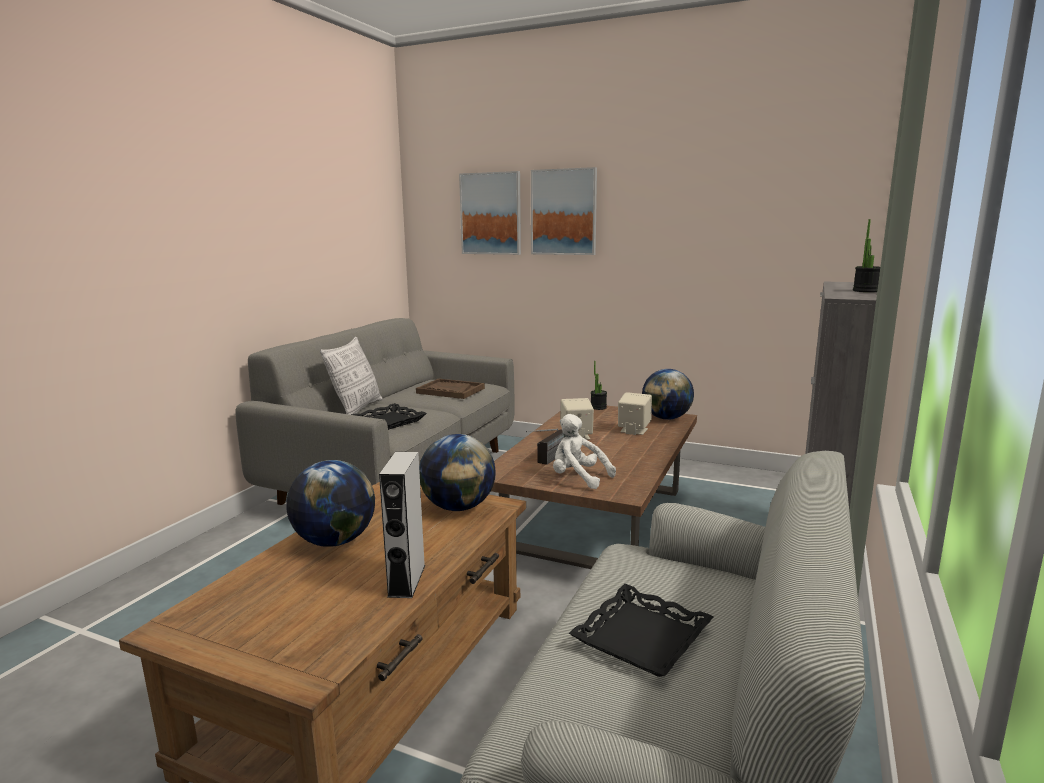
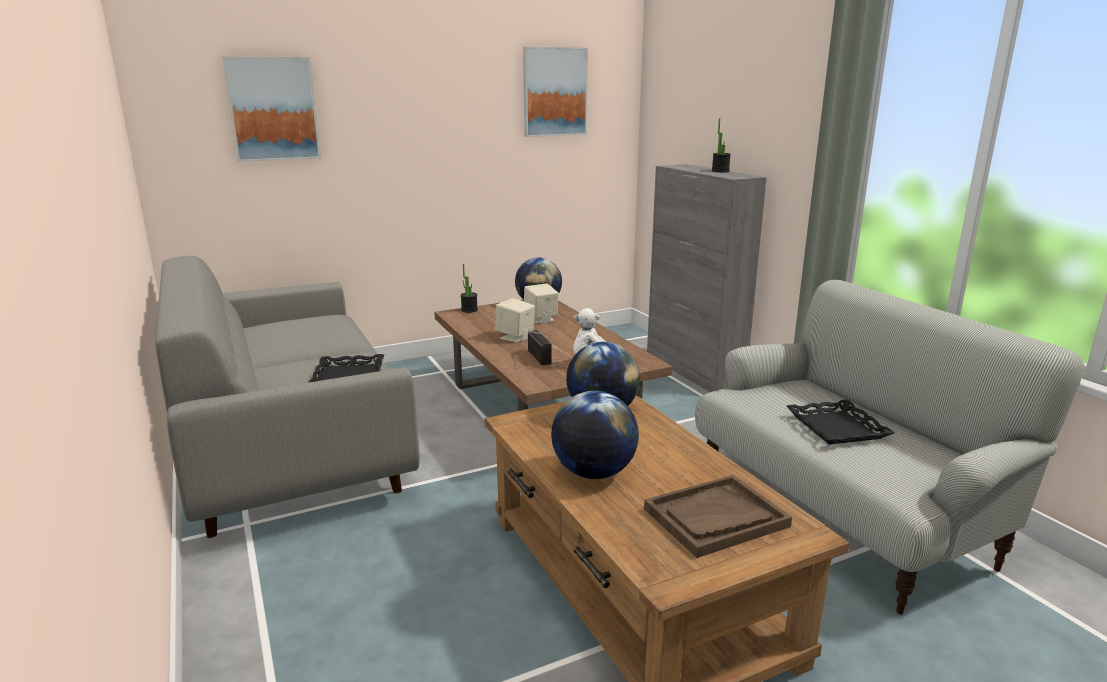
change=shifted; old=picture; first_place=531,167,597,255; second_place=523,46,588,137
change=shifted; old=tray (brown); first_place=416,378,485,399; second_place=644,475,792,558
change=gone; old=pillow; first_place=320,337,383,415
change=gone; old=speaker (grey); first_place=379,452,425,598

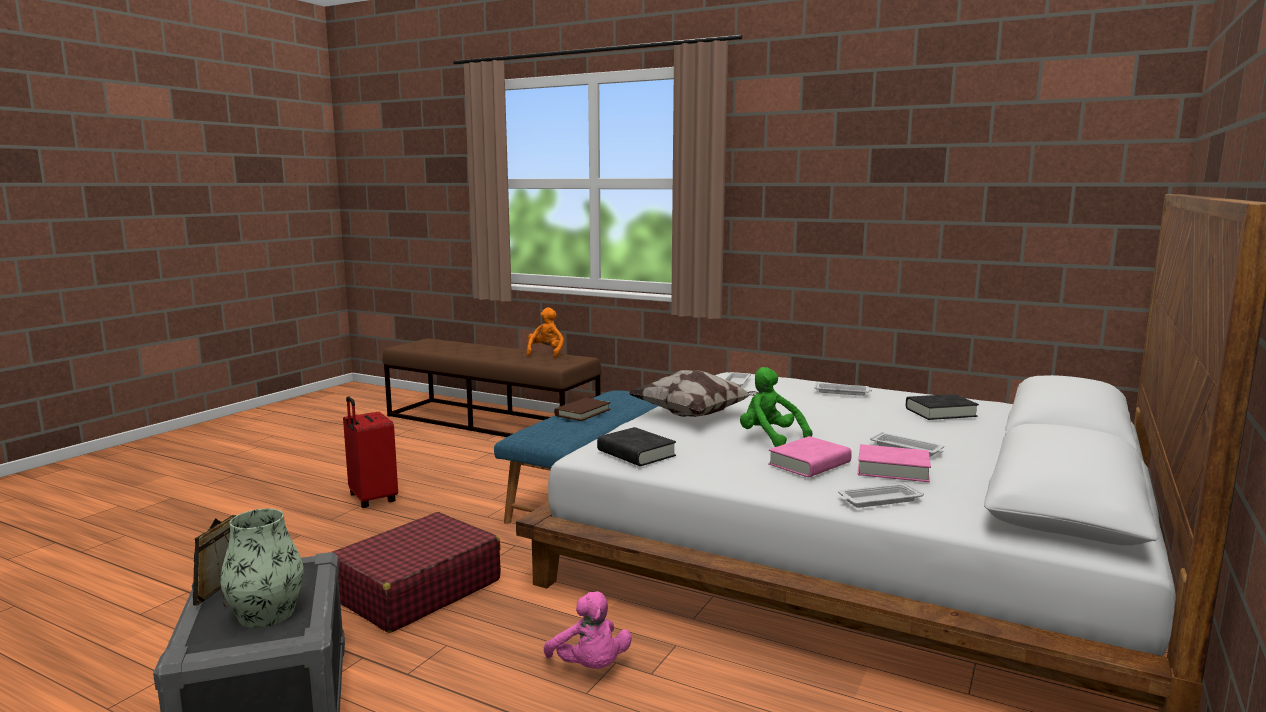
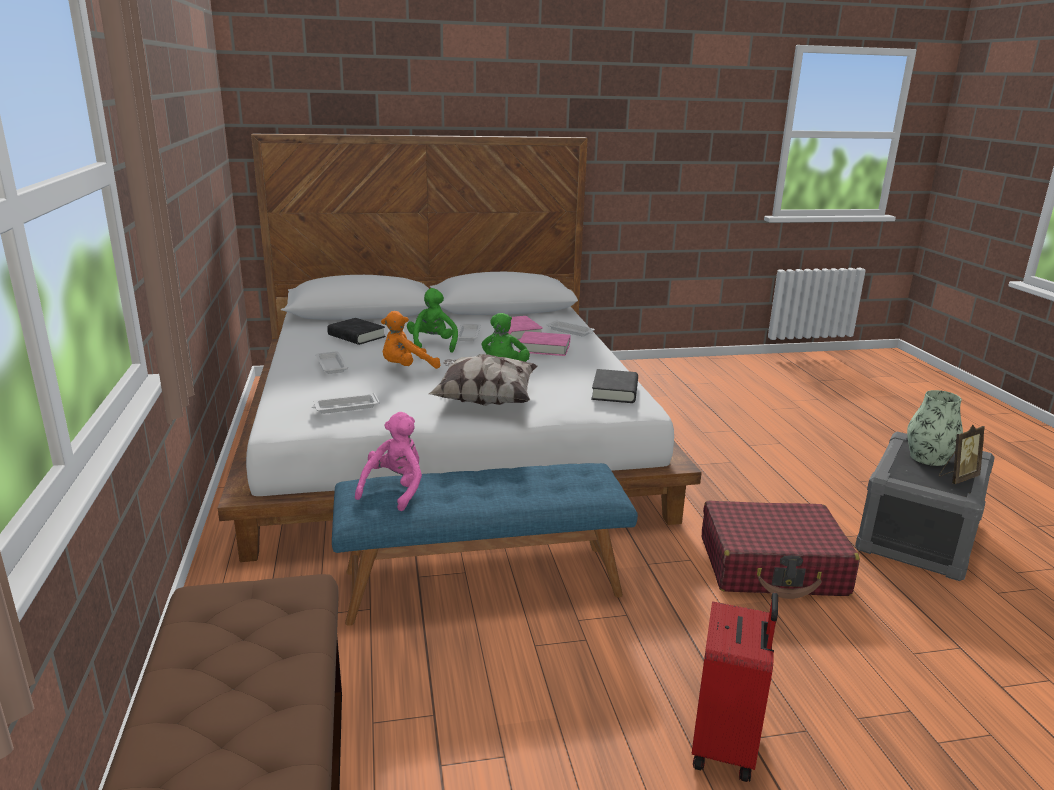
change=shifted; old=plush toy (pink); first_place=544,591,632,669; second_place=355,412,422,511
change=shifted; old=plush toy (orange); first_place=526,307,564,358; second_place=381,311,440,369
change=new; new=plush toy (green); second_place=407,288,458,353
change=gone; old=book (brown); first_place=554,398,611,421

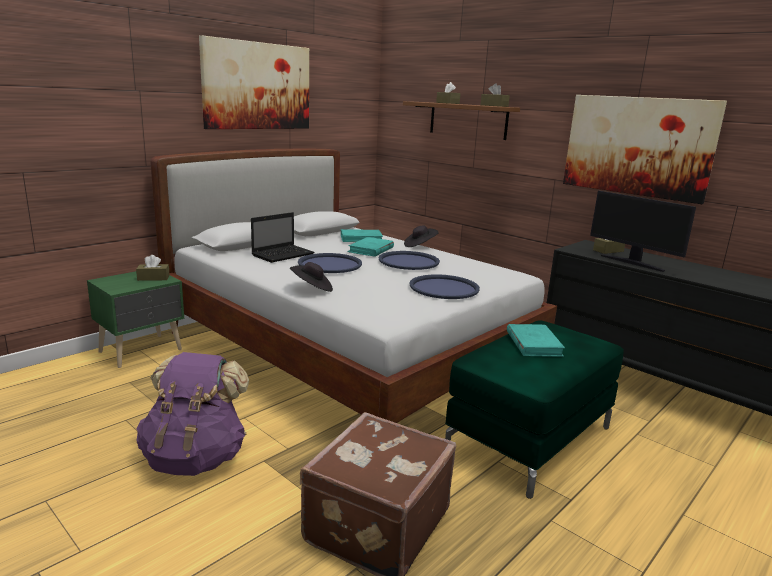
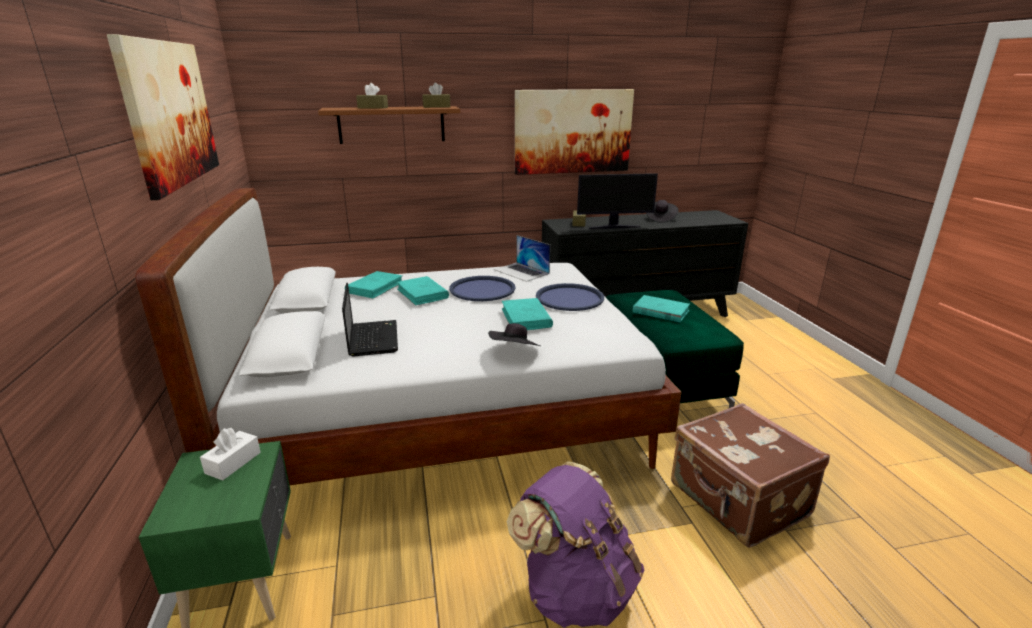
change=repainted; old=tissue box (brown); new=tissue box (white); first_place=136,255,170,281; second_place=200,428,261,480
change=new; new=laptop; second_place=494,235,550,282
change=new; new=book (turquoise); second_place=502,298,553,330
change=shifted; old=hat (black); first_place=404,226,439,247; second_place=646,200,678,223
change=gone; old=tray (blue); first_place=298,253,362,273

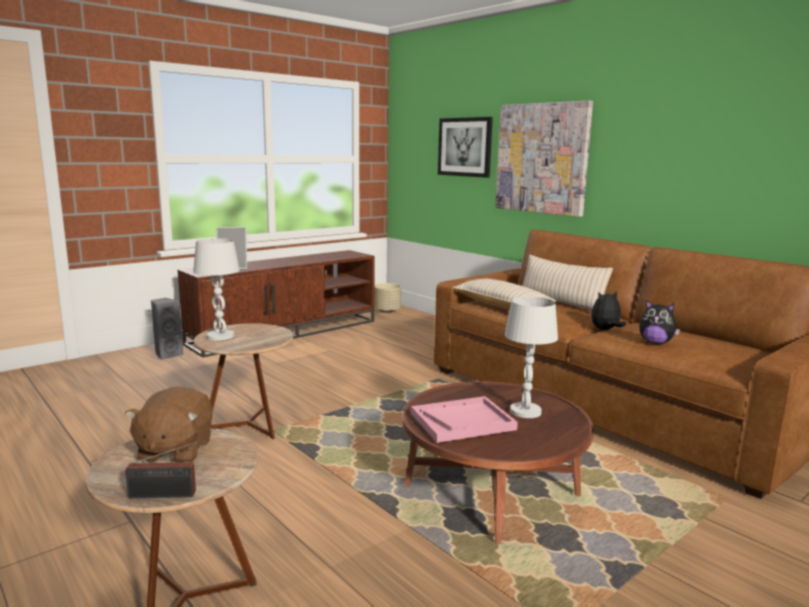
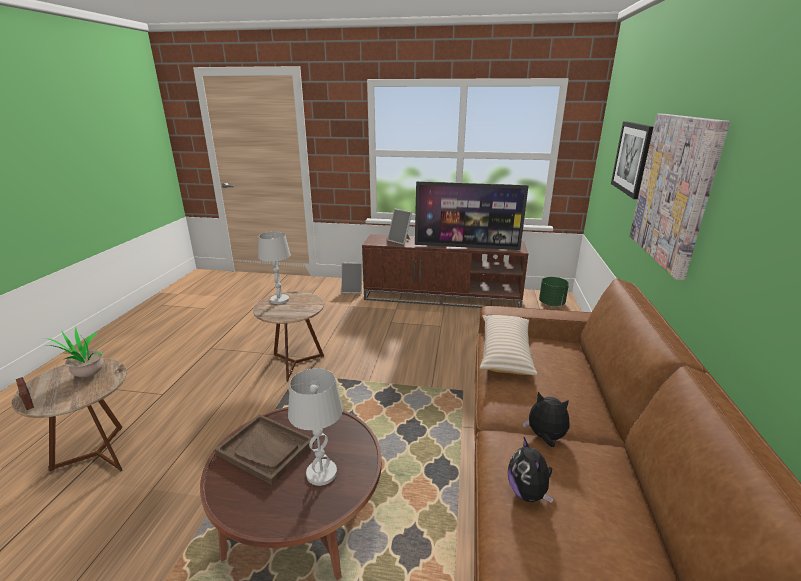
change=swapped; old=plush toy (brown); new=potted plant; first_place=125,386,213,463; second_place=43,327,104,377
change=repainted; old=tray (pink); new=tray (brown); first_place=411,396,518,443; second_place=215,414,314,485
change=swapped; old=speaker (grey); new=picture frame; first_place=151,298,183,360; second_place=341,263,362,294
change=new; new=television; second_place=415,181,529,250
change=repainted; old=planter (beige); new=planter (green); first_place=374,283,401,313; second_place=539,277,569,306
change=gone; old=pillow (beige); first_place=522,255,613,311

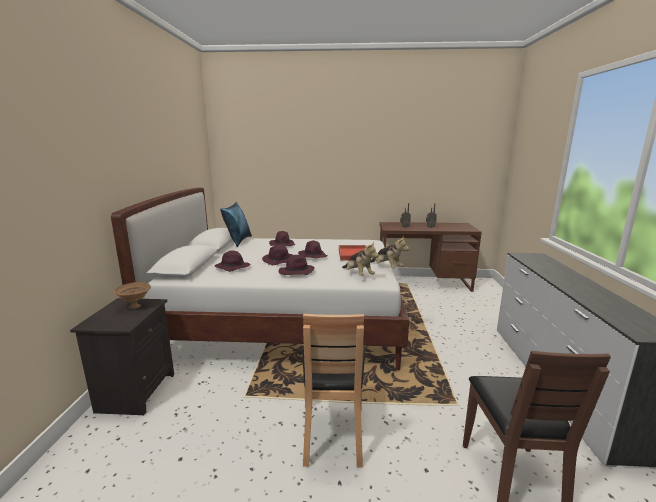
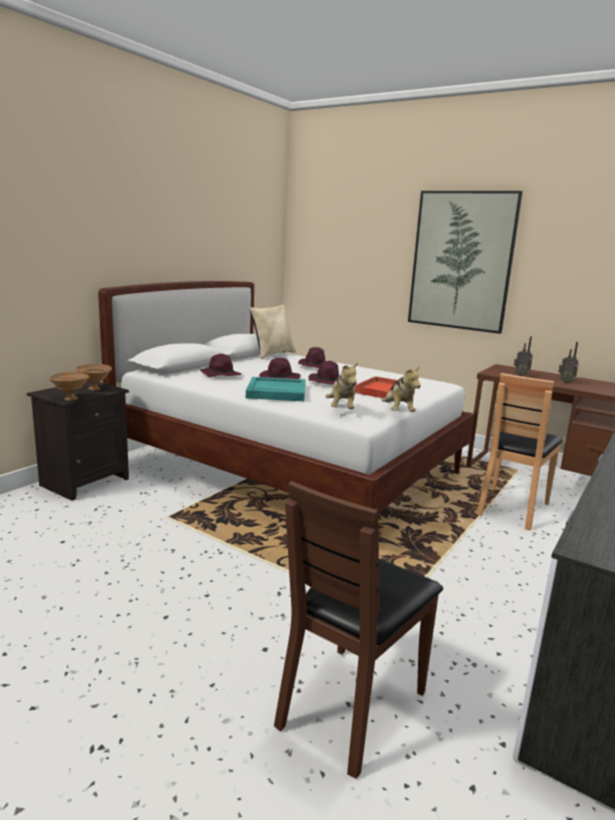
change=new; new=bowl (brown); second_place=48,372,90,401
change=swapped; old=hat (purple); new=tray (turquoise); first_place=278,255,315,275; second_place=246,377,306,401
change=repainted; old=pillow (blue); new=pillow (beige); first_place=220,202,252,247; second_place=249,304,296,359
change=new; new=picture; second_place=408,191,523,334
change=shifted; old=chair (brown); first_place=302,314,365,468; second_place=476,373,563,530

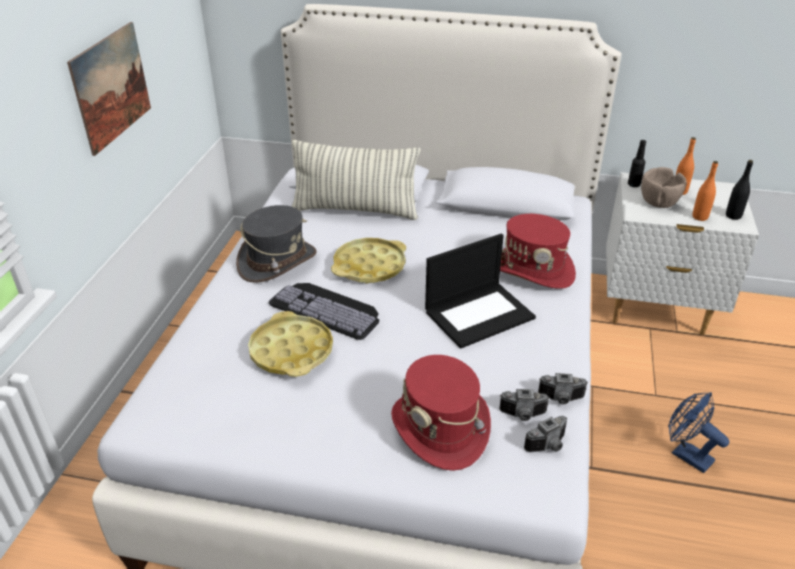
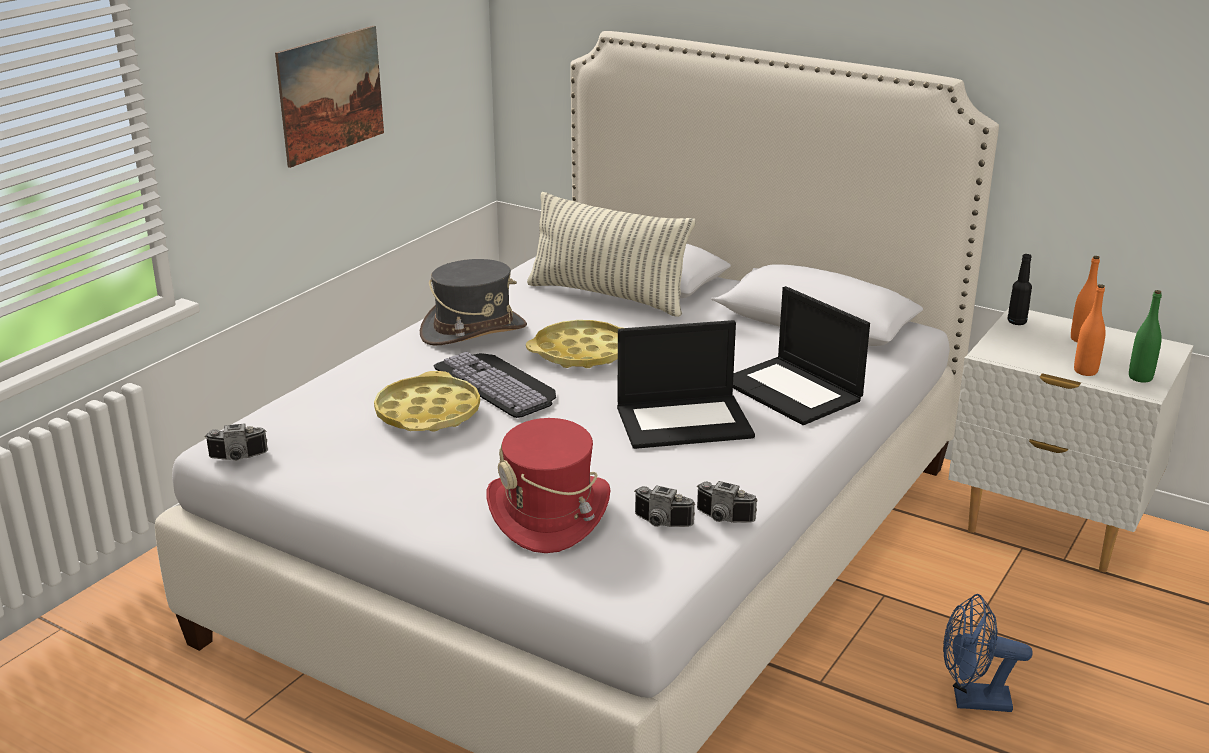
change=shifted; old=photo camera; first_place=524,416,567,452; second_place=204,424,268,461
change=swapped; old=hat (red); new=laptop; first_place=500,214,576,289; second_place=733,286,870,425
change=rotated; old=fan (blue); first_place=668,392,729,473; second_place=943,594,1033,712; degrees=-60
change=repainted; old=bottle (black); new=bottle (green); first_place=726,160,753,220; second_place=1129,290,1162,383
change=gone; old=bowl (brown); first_place=641,167,687,208

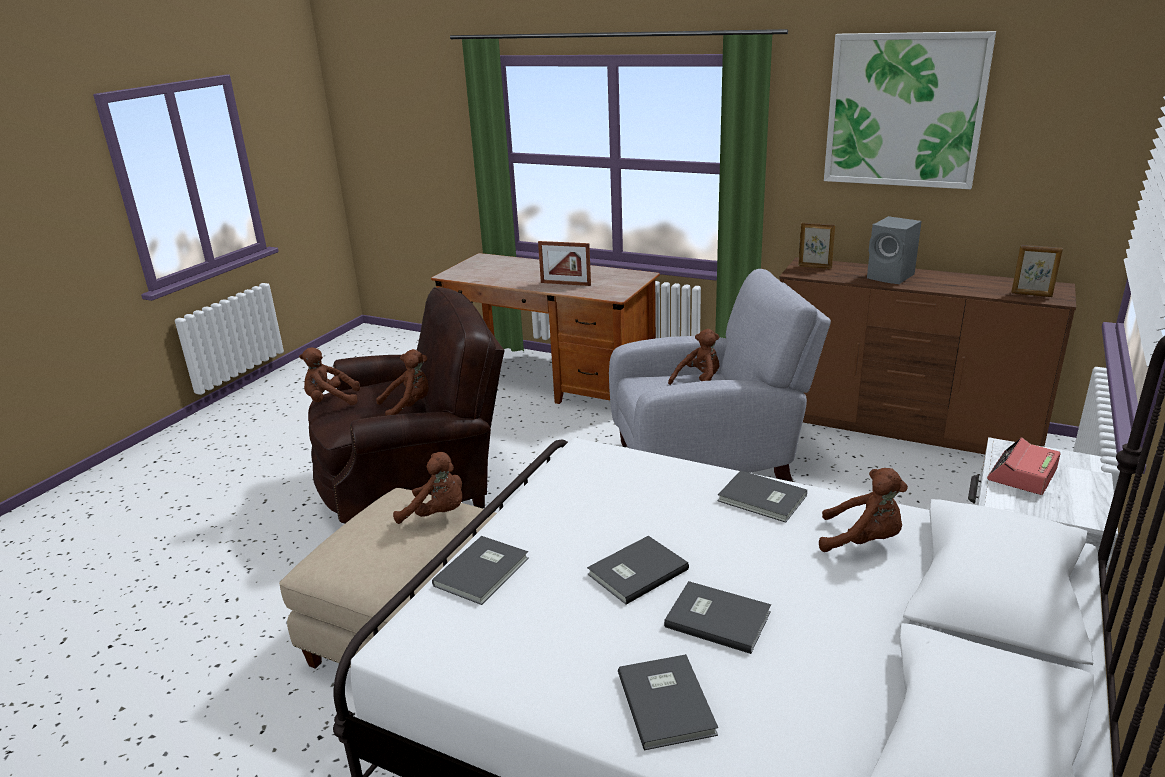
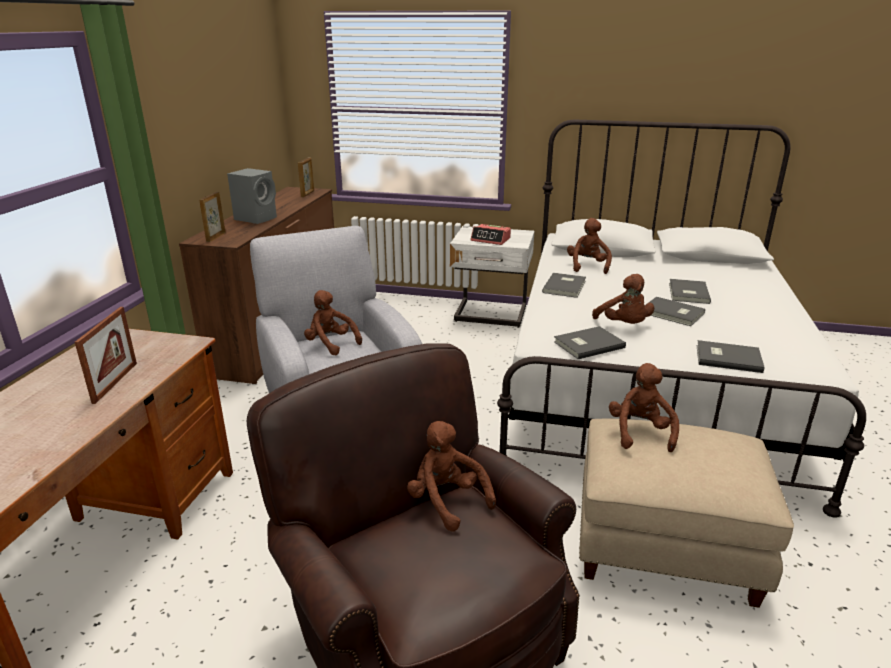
change=shifted; old=book (grey); first_place=618,654,718,750; second_place=554,326,626,359
change=shifted; old=plush toy (brown); first_place=299,347,360,405; second_place=592,274,654,324
change=gone; old=picture; first_place=824,31,996,189

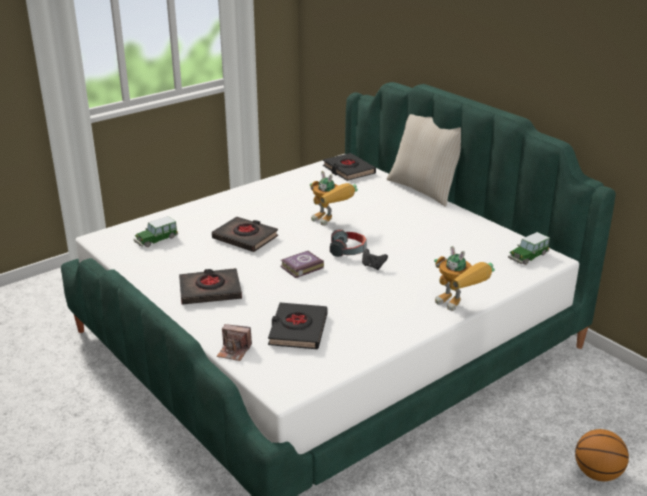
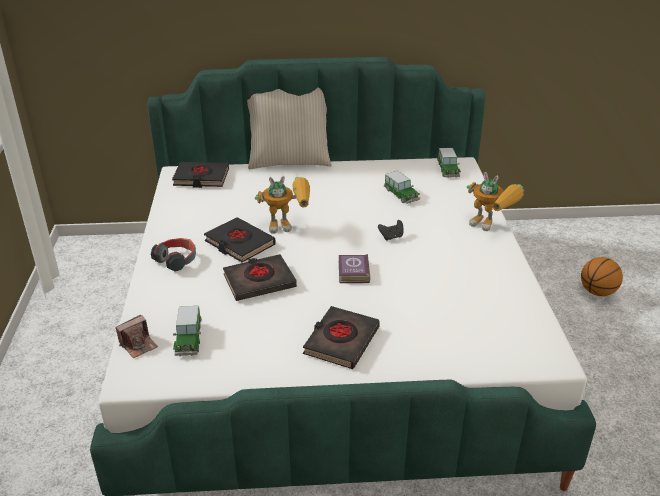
change=shifted; old=photo camera; first_place=217,324,252,361; second_place=115,315,158,358
change=shifted; old=headphones; first_place=330,229,367,257; second_place=151,238,196,272
change=shifted; old=book (black); first_place=268,303,328,349; second_place=204,217,276,262
change=new; new=toy car; second_place=384,171,420,204
change=rotated; old=toy robot; first_place=434,246,495,311; second_place=467,172,524,231; degrees=45

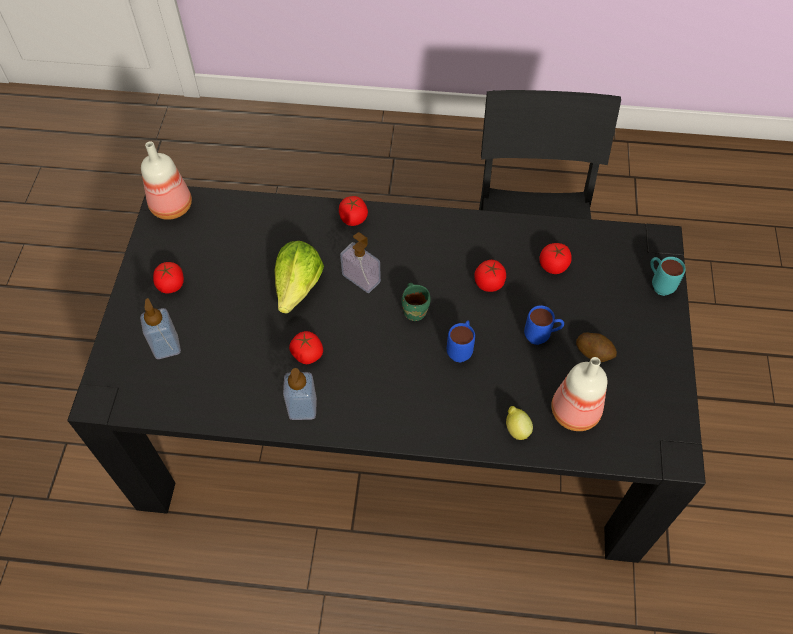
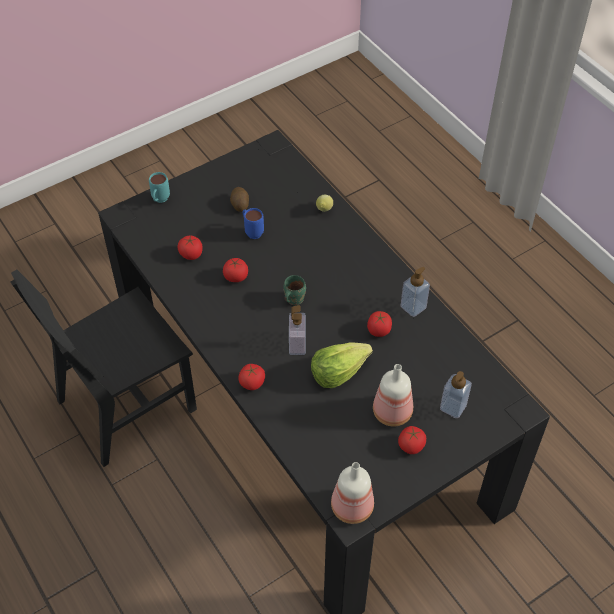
change=shifted; old=bottle; first_place=551,357,607,431; second_place=373,364,413,426
change=gone; old=mug (blue); first_place=447,320,475,362

